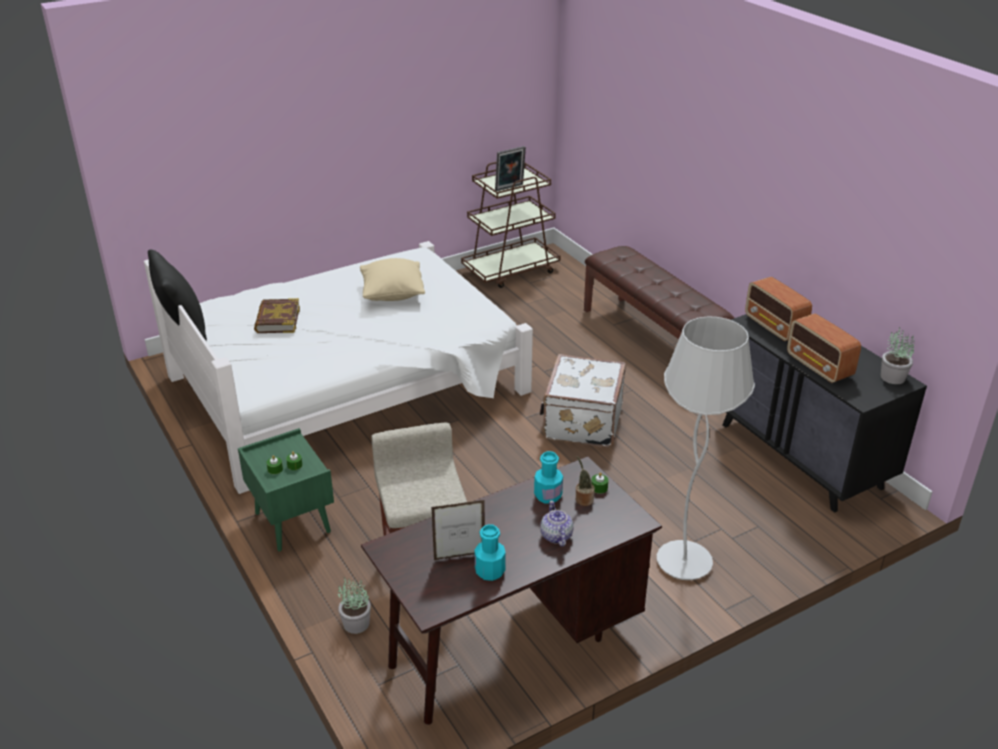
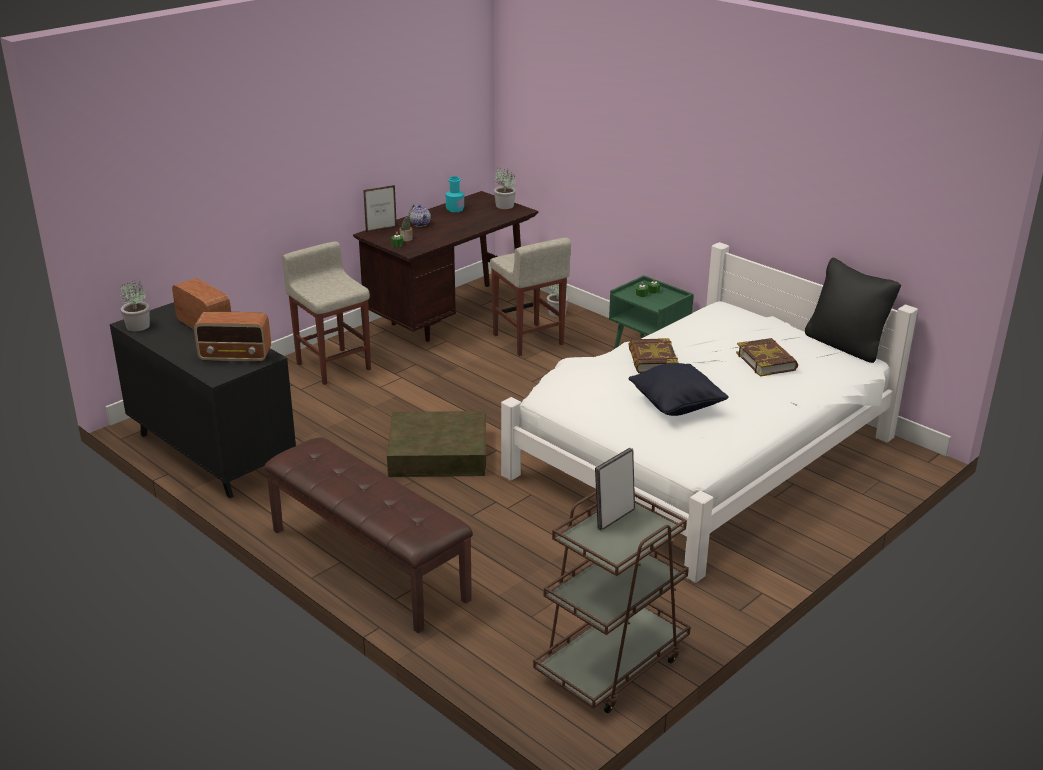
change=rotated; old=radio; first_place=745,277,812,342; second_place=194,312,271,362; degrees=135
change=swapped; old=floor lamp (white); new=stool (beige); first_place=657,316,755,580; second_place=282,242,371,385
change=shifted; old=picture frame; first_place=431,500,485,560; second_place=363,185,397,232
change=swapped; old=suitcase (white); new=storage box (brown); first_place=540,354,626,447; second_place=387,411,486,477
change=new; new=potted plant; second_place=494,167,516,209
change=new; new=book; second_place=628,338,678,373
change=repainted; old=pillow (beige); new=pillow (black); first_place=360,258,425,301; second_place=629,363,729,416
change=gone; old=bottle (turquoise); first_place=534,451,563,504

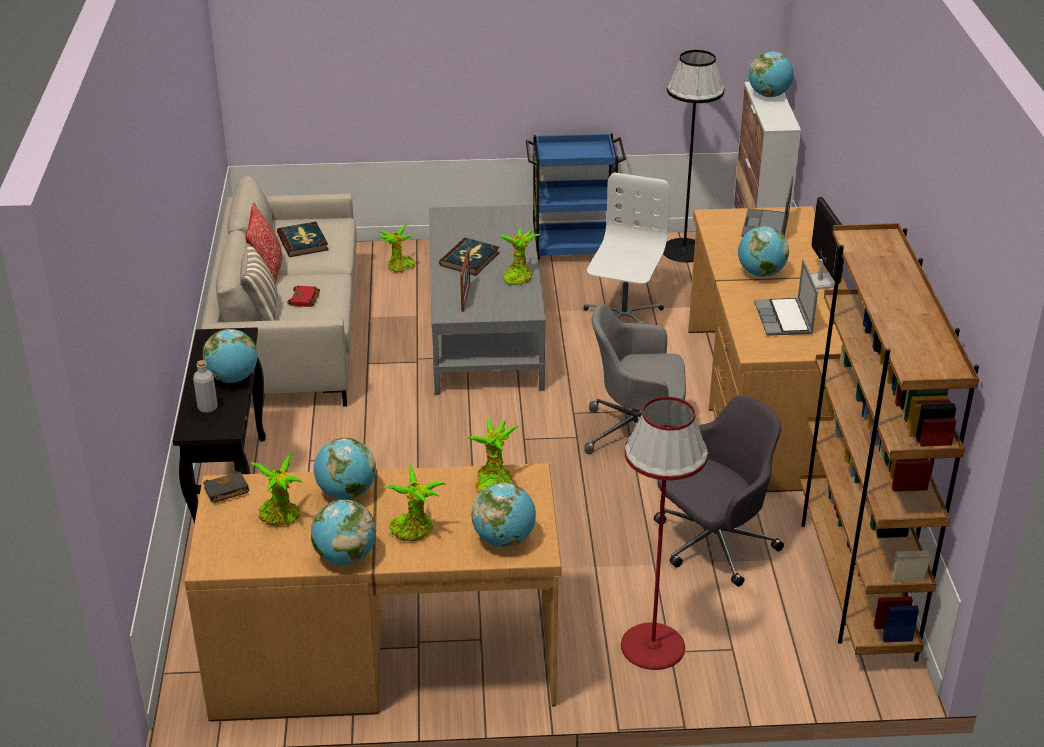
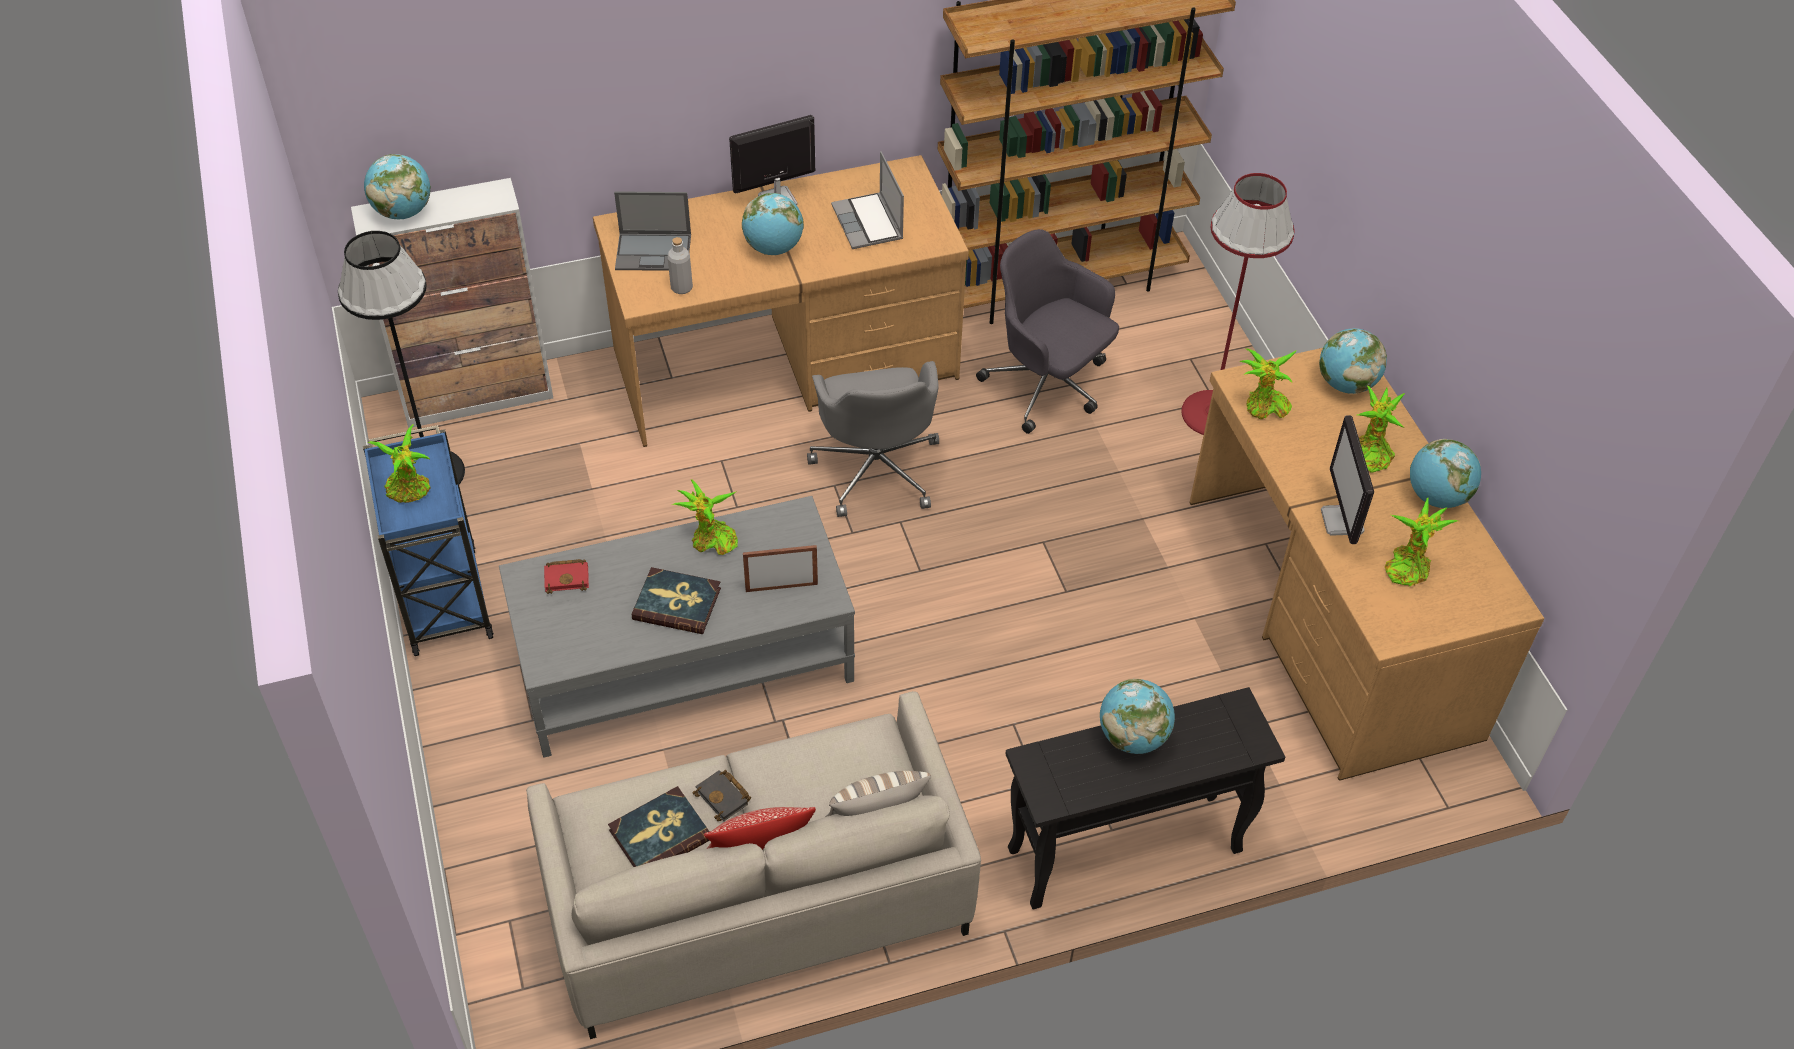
change=shifted; old=potted plant; first_place=377,224,416,273; second_place=368,424,430,503
change=shifted; old=book (red); first_place=287,286,320,307; second_place=544,559,589,594
change=shifted; old=bottle (grey); first_place=193,360,218,413; second_place=667,237,693,294
change=shifted; old=book (black); first_place=203,471,249,503; second_place=693,770,751,821
change=rotated; old=laptop; first_place=754,259,818,336; second_place=831,152,904,249; degrees=90
change=swapped; old=globe; new=monitor; first_place=314,438,376,500; second_place=1321,415,1374,544
change=gone; old=office chair (white); first_place=583,172,670,324

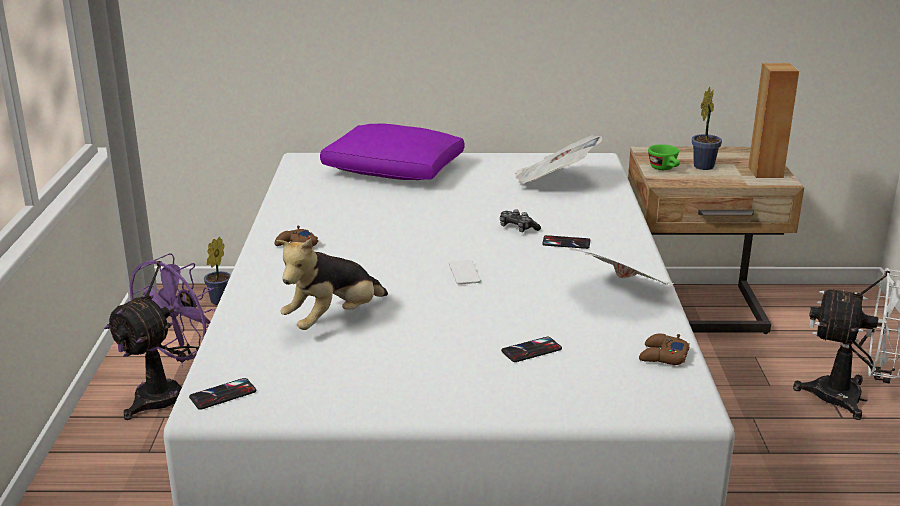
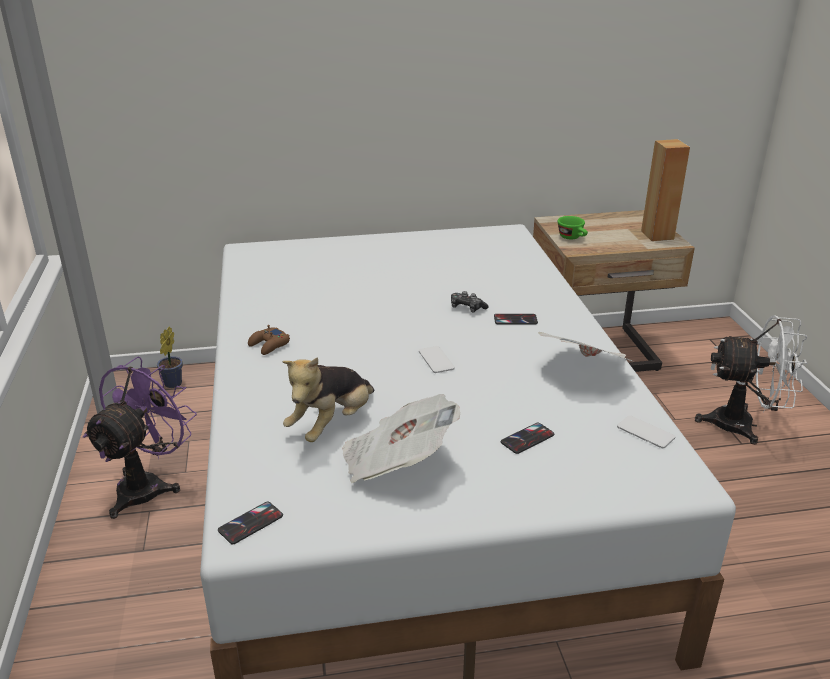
change=shifted; old=newspaper; first_place=515,135,602,185; second_place=342,394,460,483
change=swapped; old=game controller (brown); new=phone; first_place=639,334,690,365; second_place=617,415,675,448
change=gone; old=pillow (purple); first_place=320,123,464,180
change=gone; old=potted plant; first_place=692,87,722,170

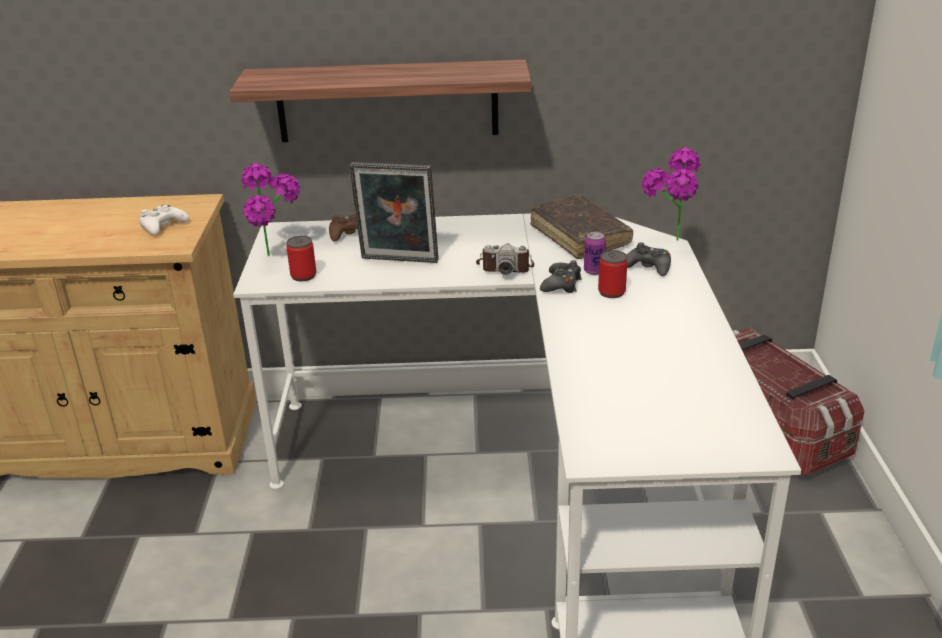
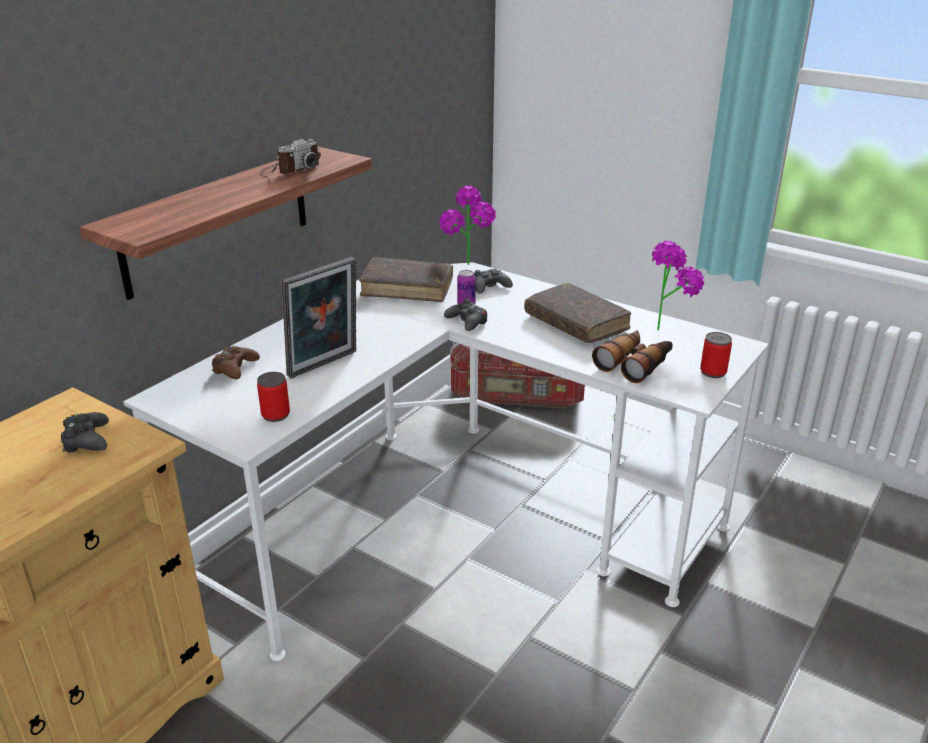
change=repainted; old=game controller (white); new=game controller (black); first_place=139,205,189,235; second_place=61,412,109,453
change=shifted; old=photo camera; first_place=476,243,534,275; second_place=261,139,321,174
change=new; new=book (brown); second_place=524,283,631,343
change=new; new=binoculars; second_place=592,330,672,383
change=shifted; old=potted plant; first_place=241,163,300,256; second_place=652,241,704,330
change=shifted; old=can; first_place=598,250,628,298; second_place=700,332,732,378

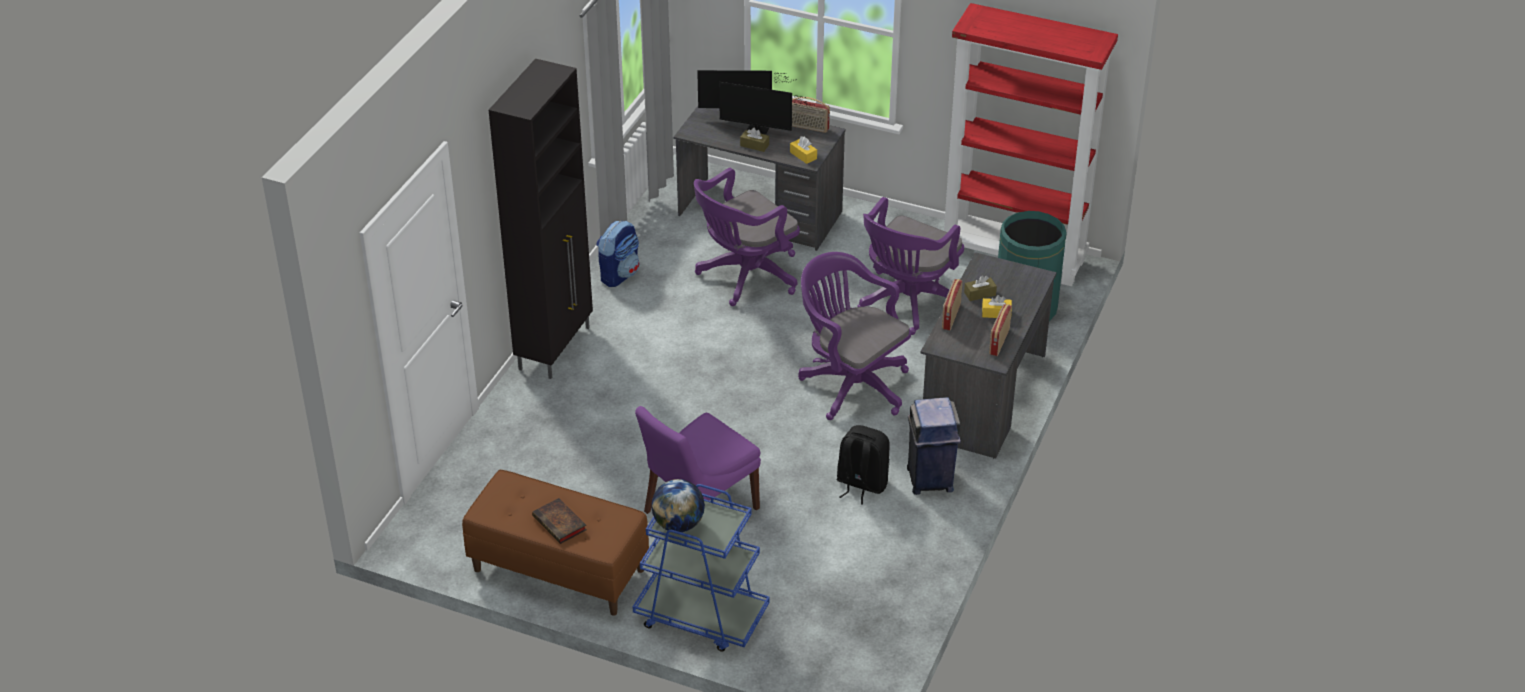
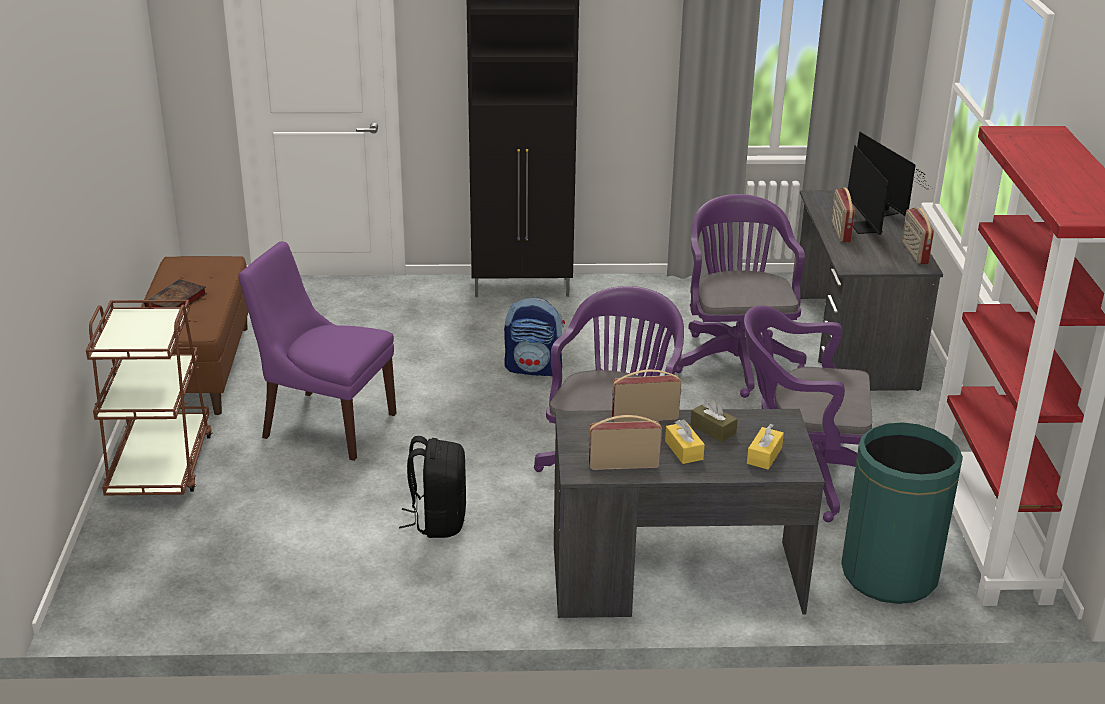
change=repainted; old=cart (blue); new=cart (brown); first_place=633,484,770,652; second_place=86,300,212,495
change=shifted; old=backpack; first_place=596,221,639,287; second_place=504,297,565,376
change=rotated; old=office chair (purple); first_place=694,168,800,306; second_place=675,194,807,398; degrees=60
change=shifted; old=tissue box (yellow); first_place=790,136,817,164; second_place=747,424,784,470
change=swapped; old=tissue box (brown); new=radio; first_place=740,128,769,152; second_place=831,188,855,242
change=gone; old=globe; first_place=651,479,705,532
change=gone; old=trash can (blue); first_place=907,397,961,495

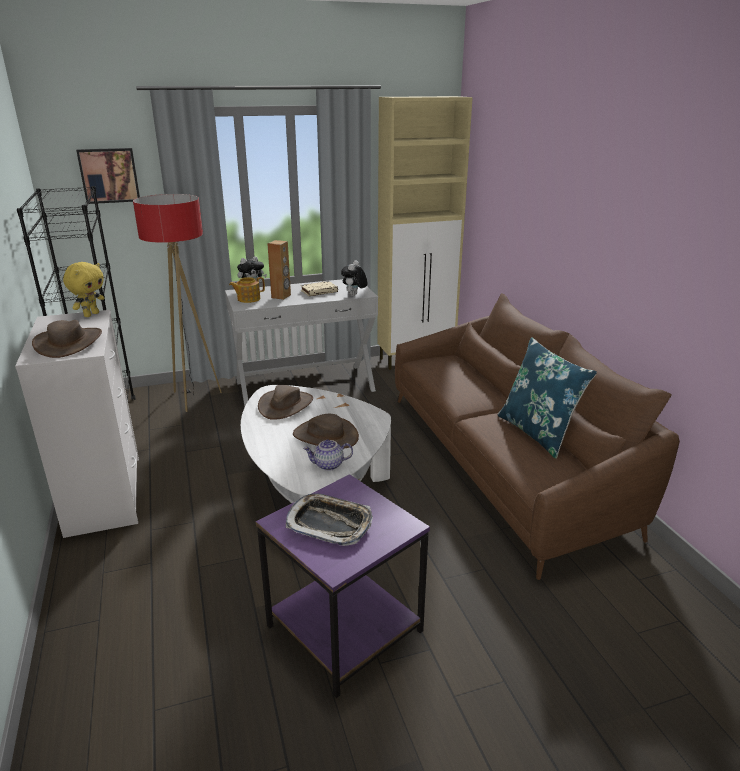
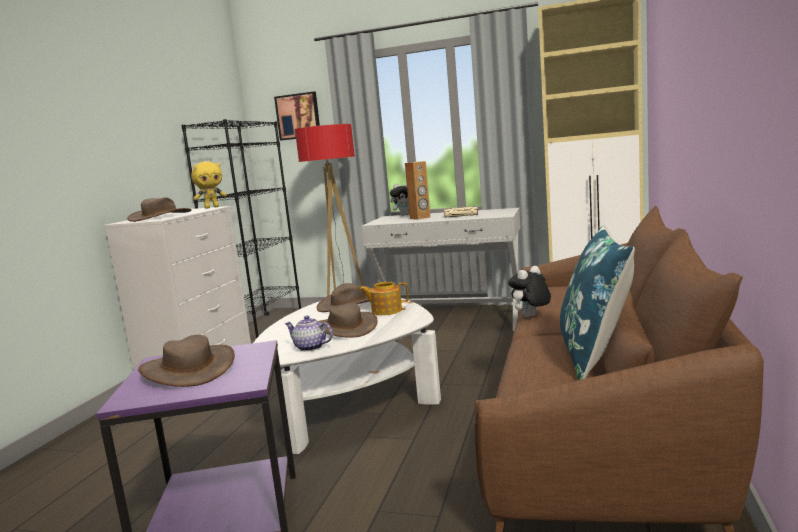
change=swapped; old=tray; new=hat (brown); first_place=286,494,373,546; second_place=138,335,235,387
change=shifted; old=teapot; first_place=229,277,265,303; second_place=360,282,409,315
change=shifted; old=plush toy; first_place=341,260,368,296; second_place=508,266,551,317

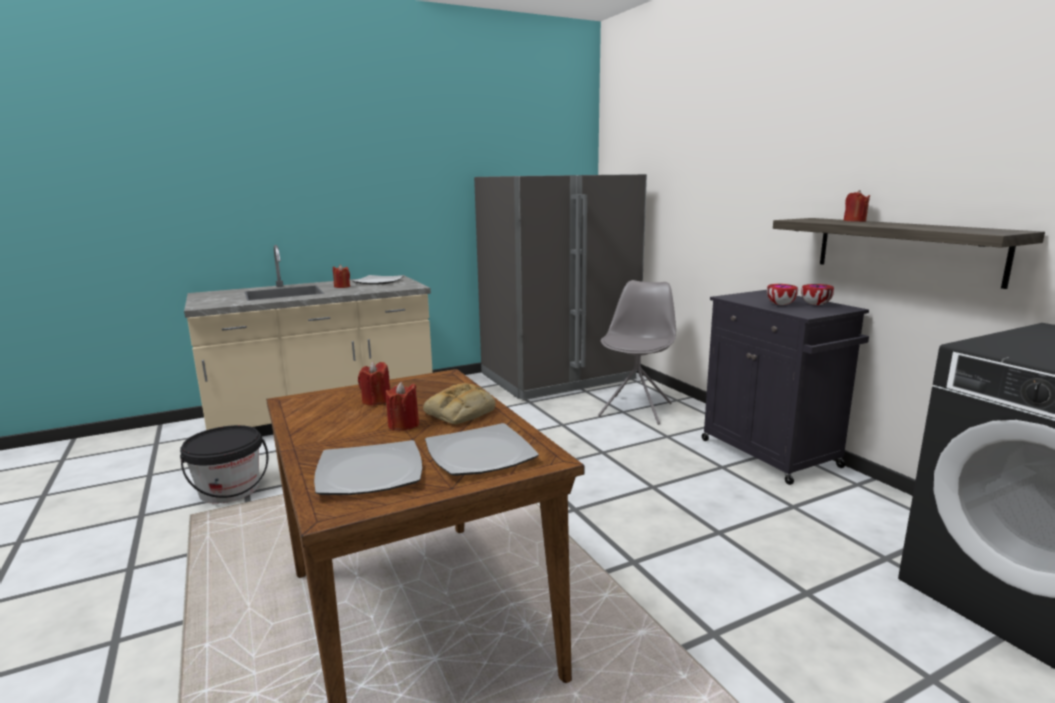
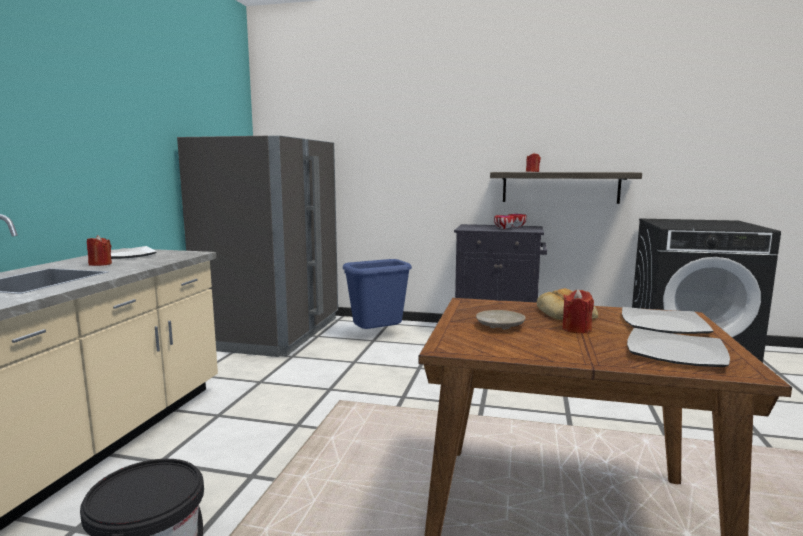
change=swapped; old=chair (grey); new=trash can (blue); first_place=598,280,676,425; second_place=343,259,412,329
change=swapped; old=candle (red); new=plate (beige); first_place=358,361,390,406; second_place=476,310,525,330

